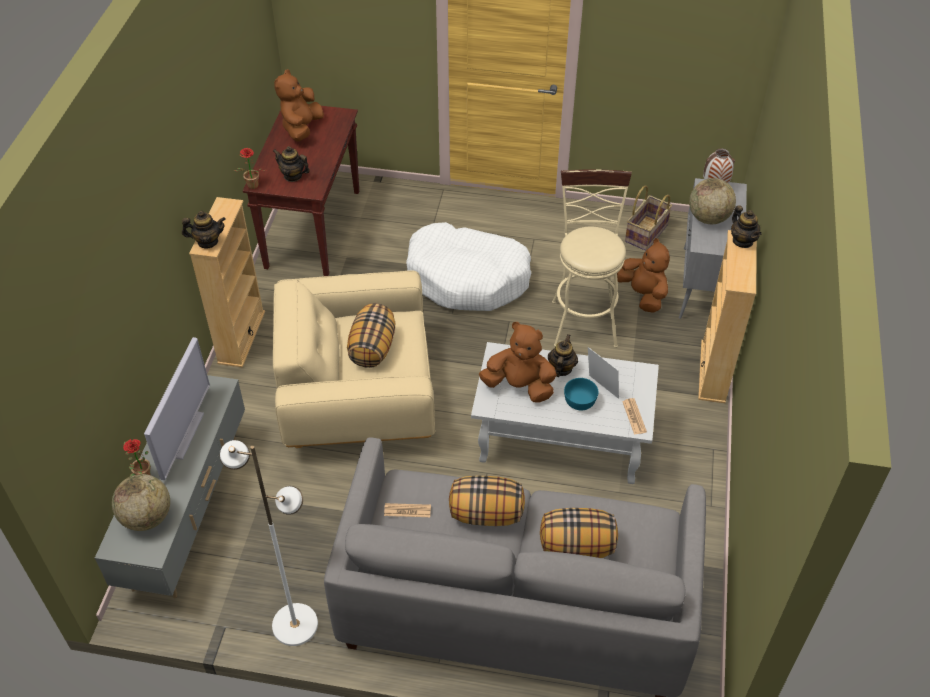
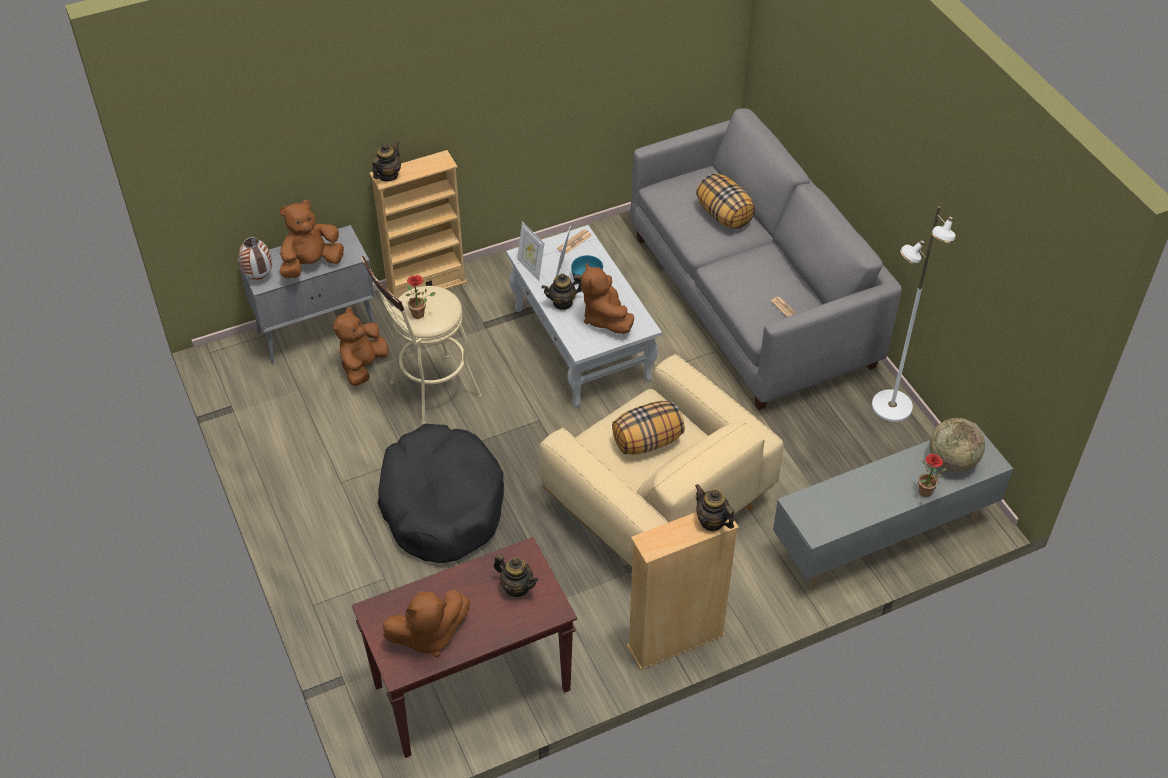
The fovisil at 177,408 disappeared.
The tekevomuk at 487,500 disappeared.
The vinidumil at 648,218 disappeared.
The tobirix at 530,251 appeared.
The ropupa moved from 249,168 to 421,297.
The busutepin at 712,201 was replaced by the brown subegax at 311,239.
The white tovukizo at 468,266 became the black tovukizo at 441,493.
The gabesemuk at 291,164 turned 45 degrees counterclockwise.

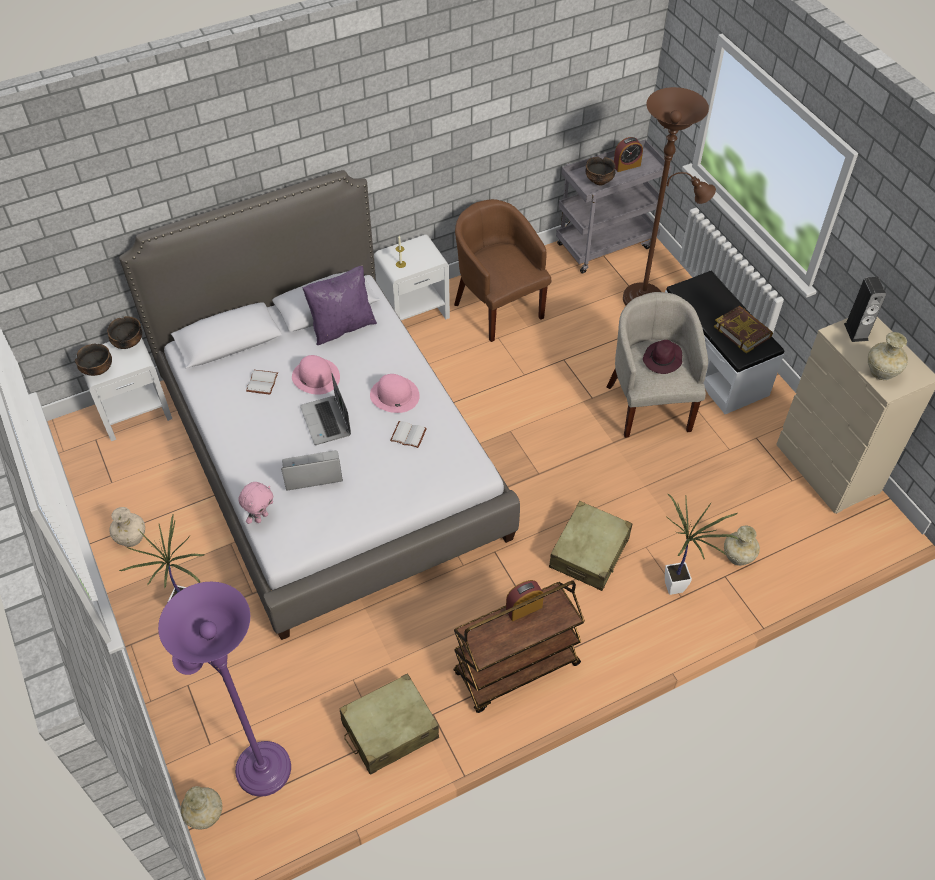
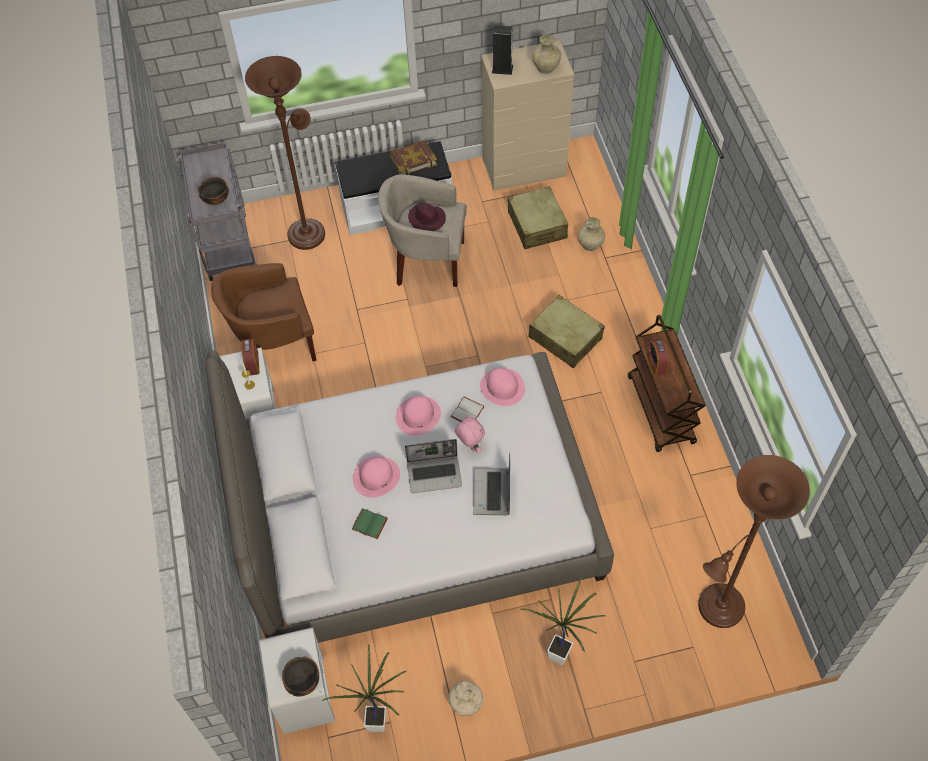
The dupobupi at 124,332 disappeared.
The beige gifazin at 201,808 disappeared.
The purple tekevomuk at 339,305 disappeared.
The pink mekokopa at 502,387 appeared.
The pink subegax moved from 255,503 to 470,434.
The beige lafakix moved from 389,724 to 538,217.
The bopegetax moved from 628,154 to 250,357.
The ropupa moved from 701,544 to 364,688.
The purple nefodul at 224,689 became the brown nefodul at 754,541.
The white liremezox at 262,382 became the green liremezox at 369,523.

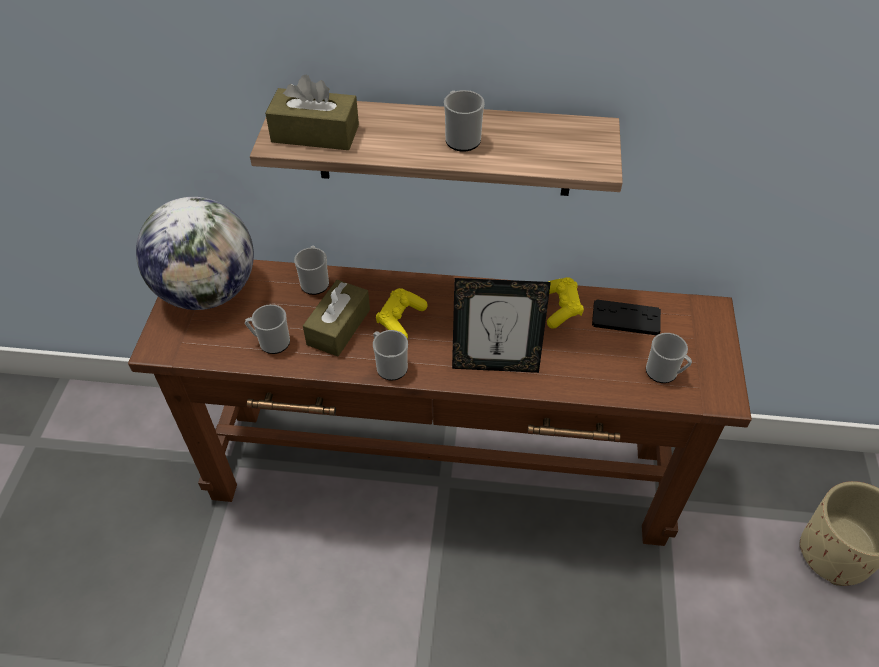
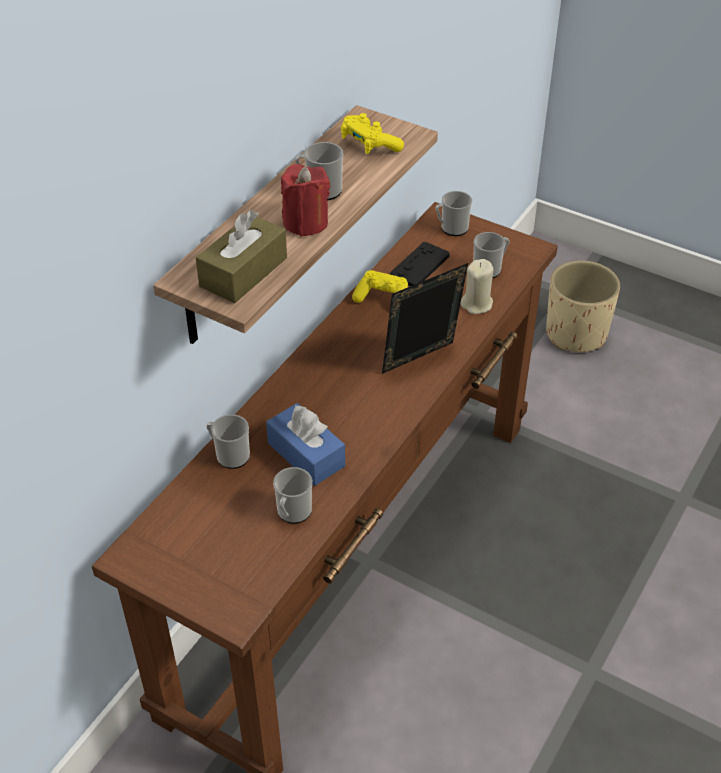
The busutepin at 195,253 disappeared.
The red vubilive at 305,200 appeared.
The beige vubilive at 476,286 appeared.
The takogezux moved from 390,355 to 454,213.
The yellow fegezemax moved from 402,313 to 372,133.
The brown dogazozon at 336,318 became the blue dogazozon at 305,444.
The tobirix at 501,325 turned 150 degrees counterclockwise.

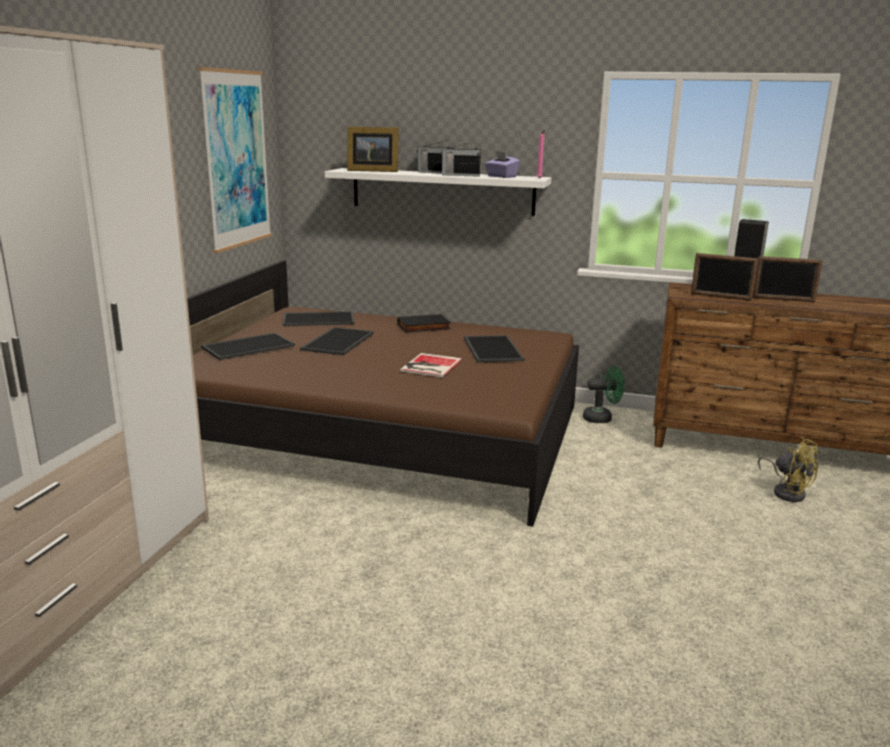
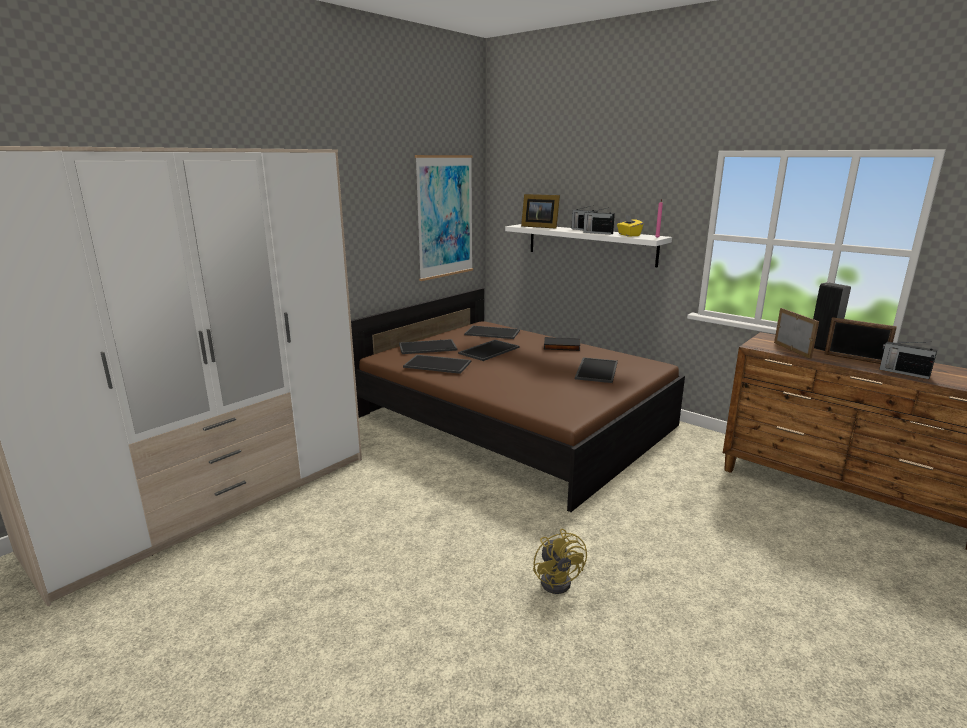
The liremezox at 431,365 disappeared.
The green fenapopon at 603,394 disappeared.
The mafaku at 437,364 appeared.
The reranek at 908,360 appeared.
The yellow fenapopon moved from 789,469 to 560,561.
The purple dogazozon at 502,164 became the yellow dogazozon at 630,225.
The tobirix at 725,277 turned 150 degrees counterclockwise.

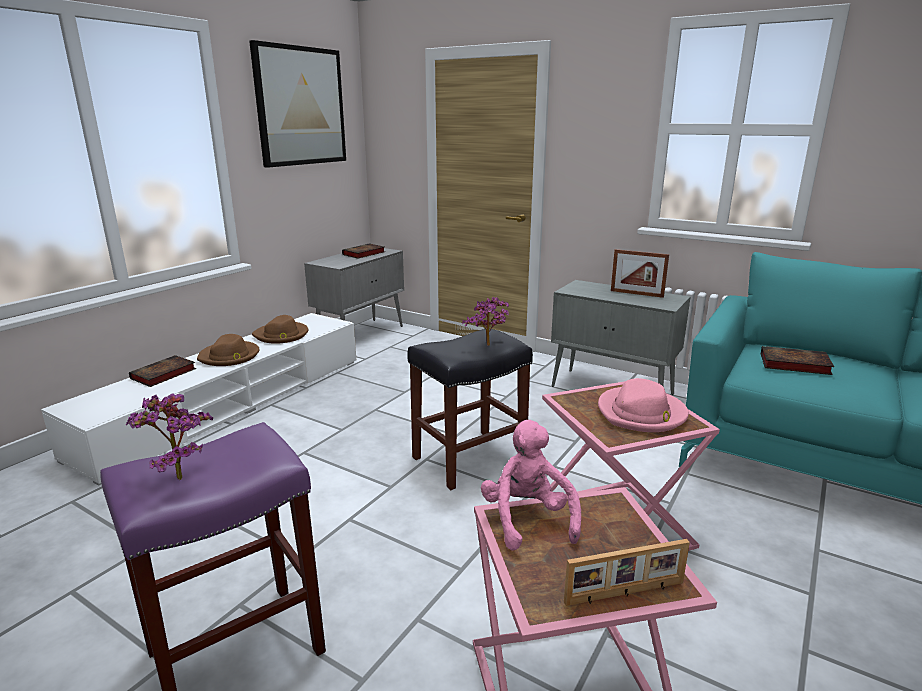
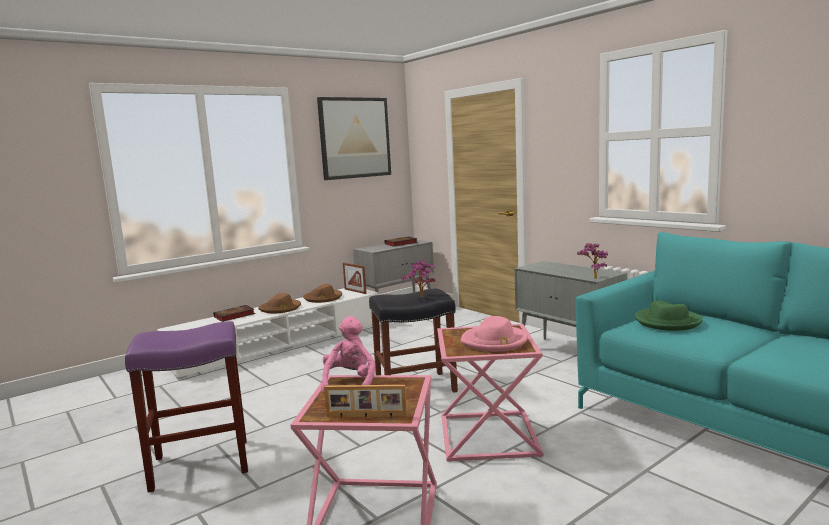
The ropupa moved from 169,436 to 592,261.
The tobirix moved from 640,273 to 355,278.
The liremezox at 797,360 was replaced by the green mekokopa at 669,315.

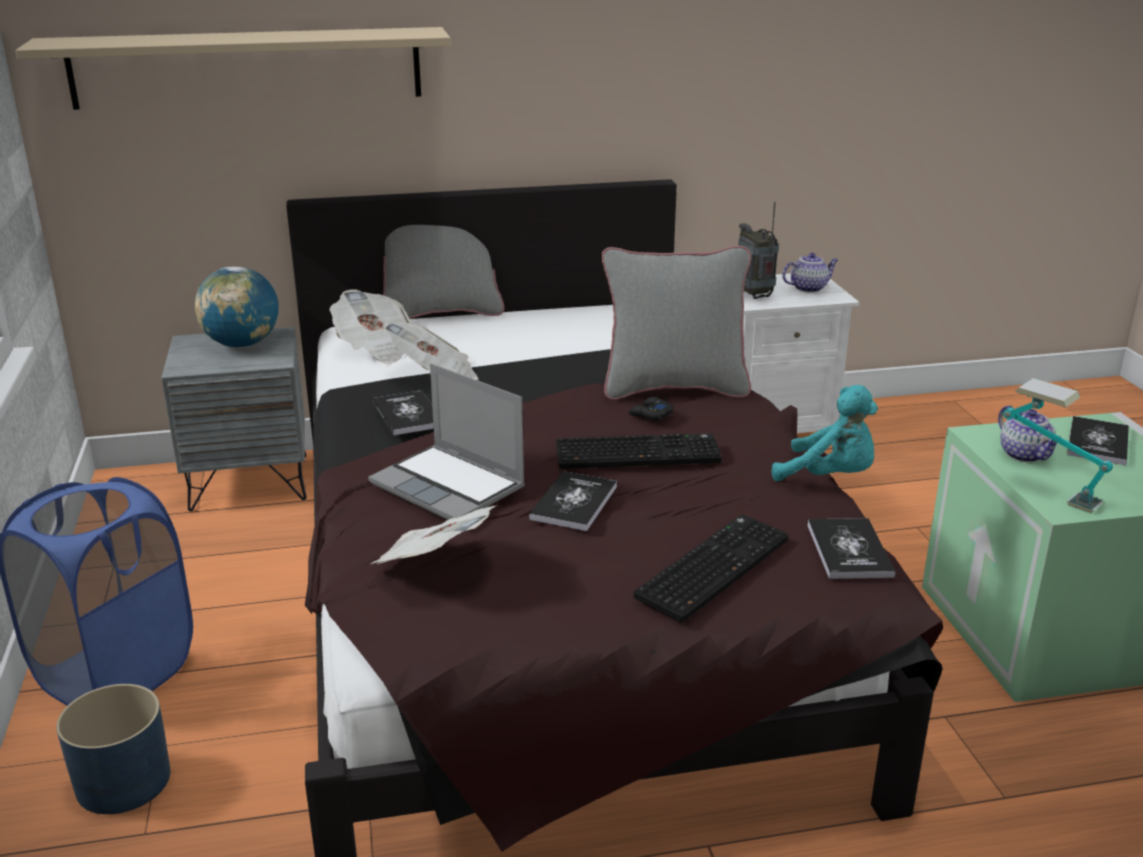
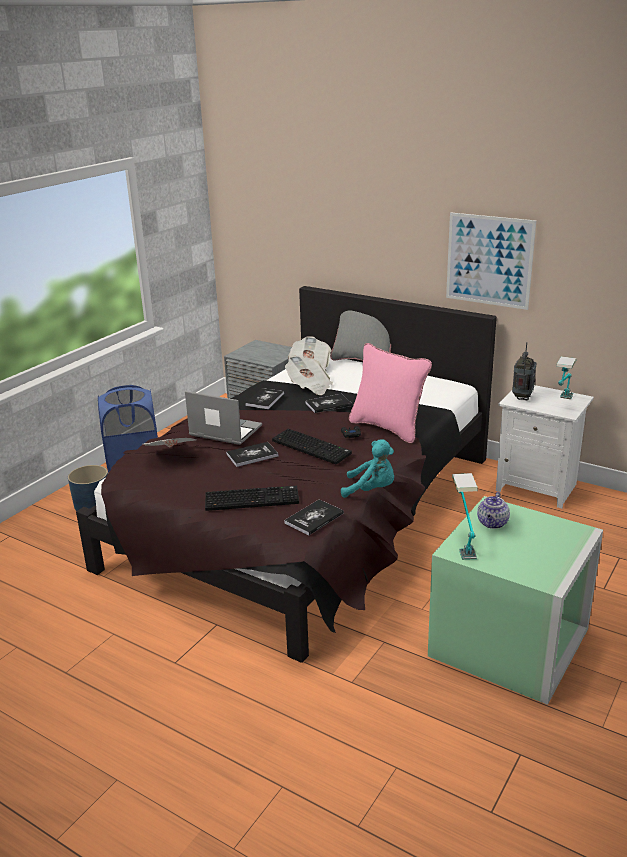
The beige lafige at 233,68 disappeared.
The busutepin at 237,307 disappeared.
The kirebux at 491,261 appeared.
The liremezox moved from 1098,441 to 329,403.
The gabesemuk at 810,273 was replaced by the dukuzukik at 566,377.
The grey tekevomuk at 676,323 became the pink tekevomuk at 390,393.
The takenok at 446,442 turned 120 degrees clockwise.
The turquoise subegax at 824,433 turned 60 degrees counterclockwise.

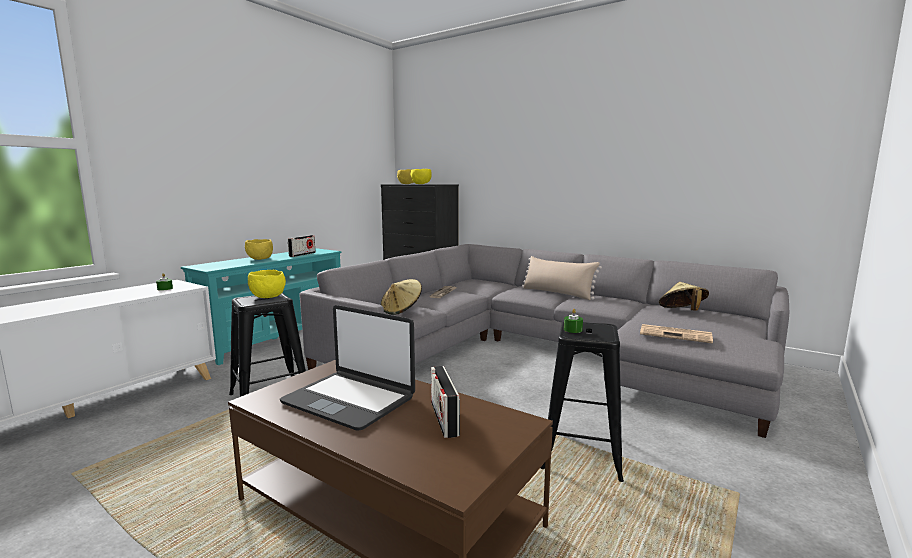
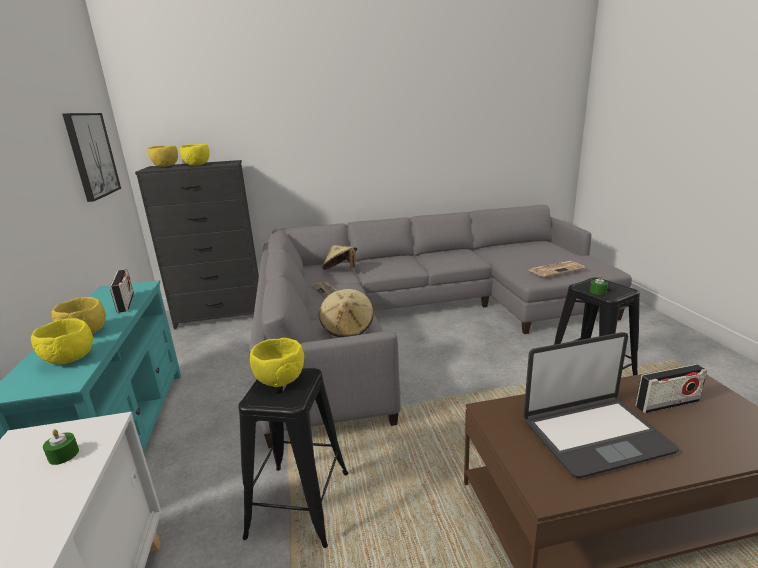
The beige tekevomuk at 562,278 disappeared.
The yellow dupobupi at 62,341 appeared.
The kirebux at 91,157 appeared.
The beige mekokopa moved from 684,296 to 339,257.
The reranek at 445,402 turned 45 degrees counterclockwise.

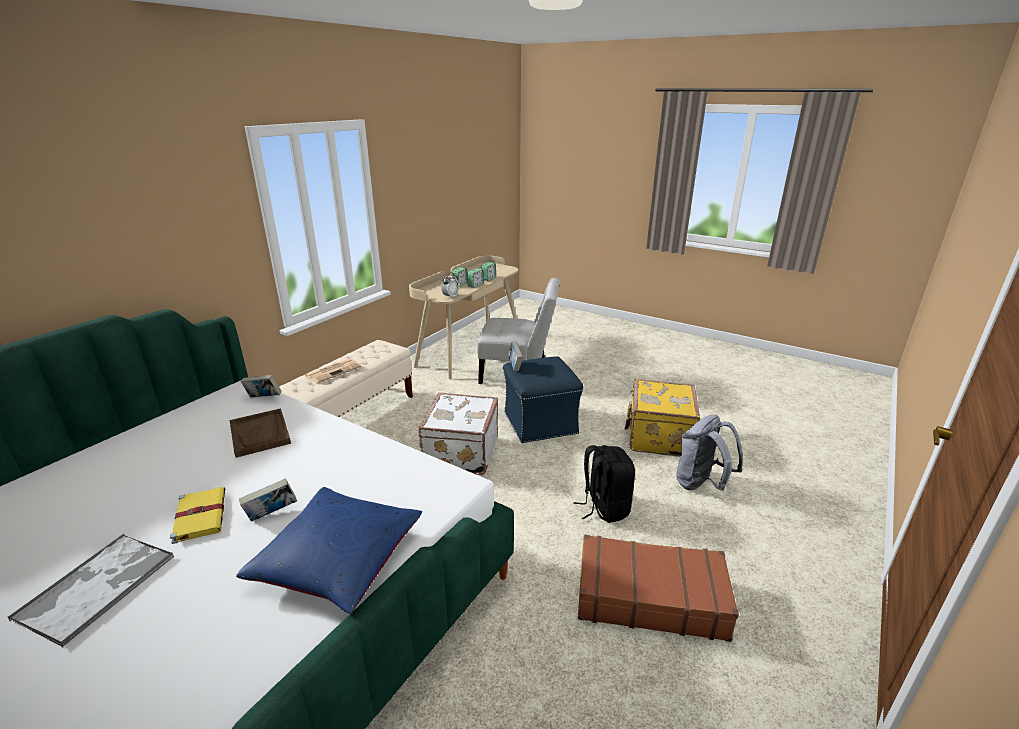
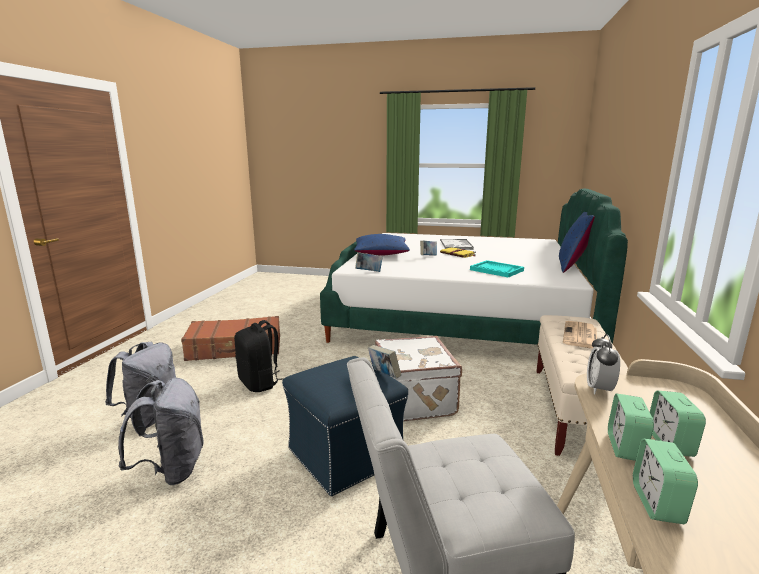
The blue tekevomuk at 577,242 appeared.
The liremezox moved from 261,386 to 369,262.
The yellow lafakix at 662,418 was replaced by the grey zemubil at 161,431.
The brown mafaku at 260,433 became the turquoise mafaku at 497,269.

